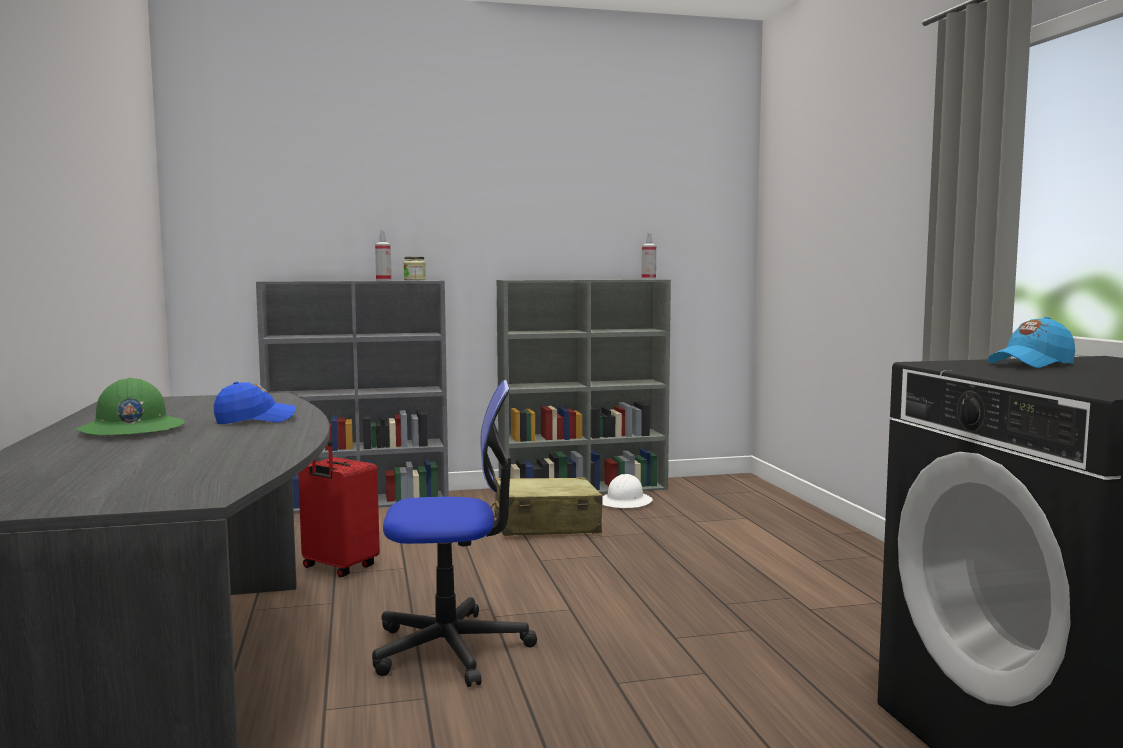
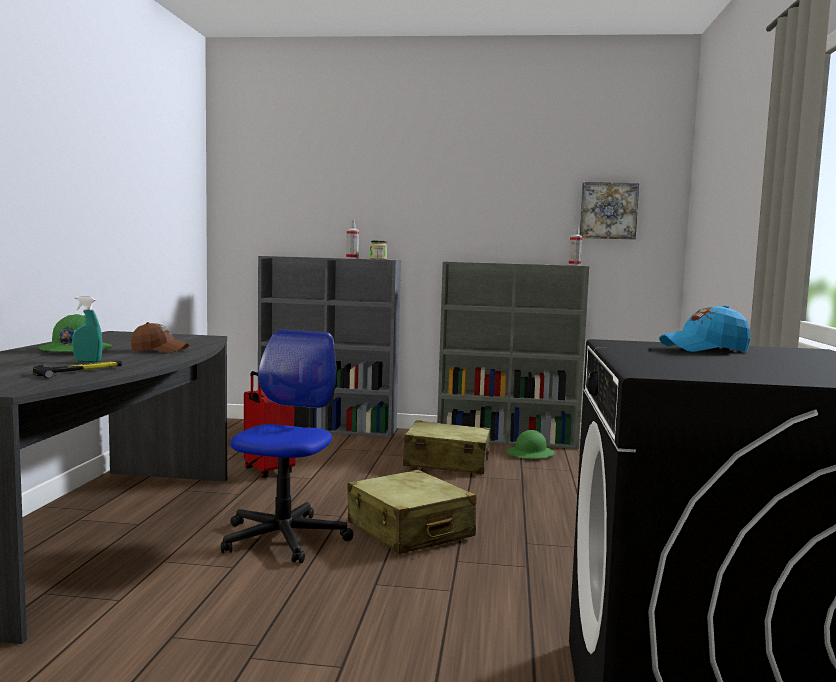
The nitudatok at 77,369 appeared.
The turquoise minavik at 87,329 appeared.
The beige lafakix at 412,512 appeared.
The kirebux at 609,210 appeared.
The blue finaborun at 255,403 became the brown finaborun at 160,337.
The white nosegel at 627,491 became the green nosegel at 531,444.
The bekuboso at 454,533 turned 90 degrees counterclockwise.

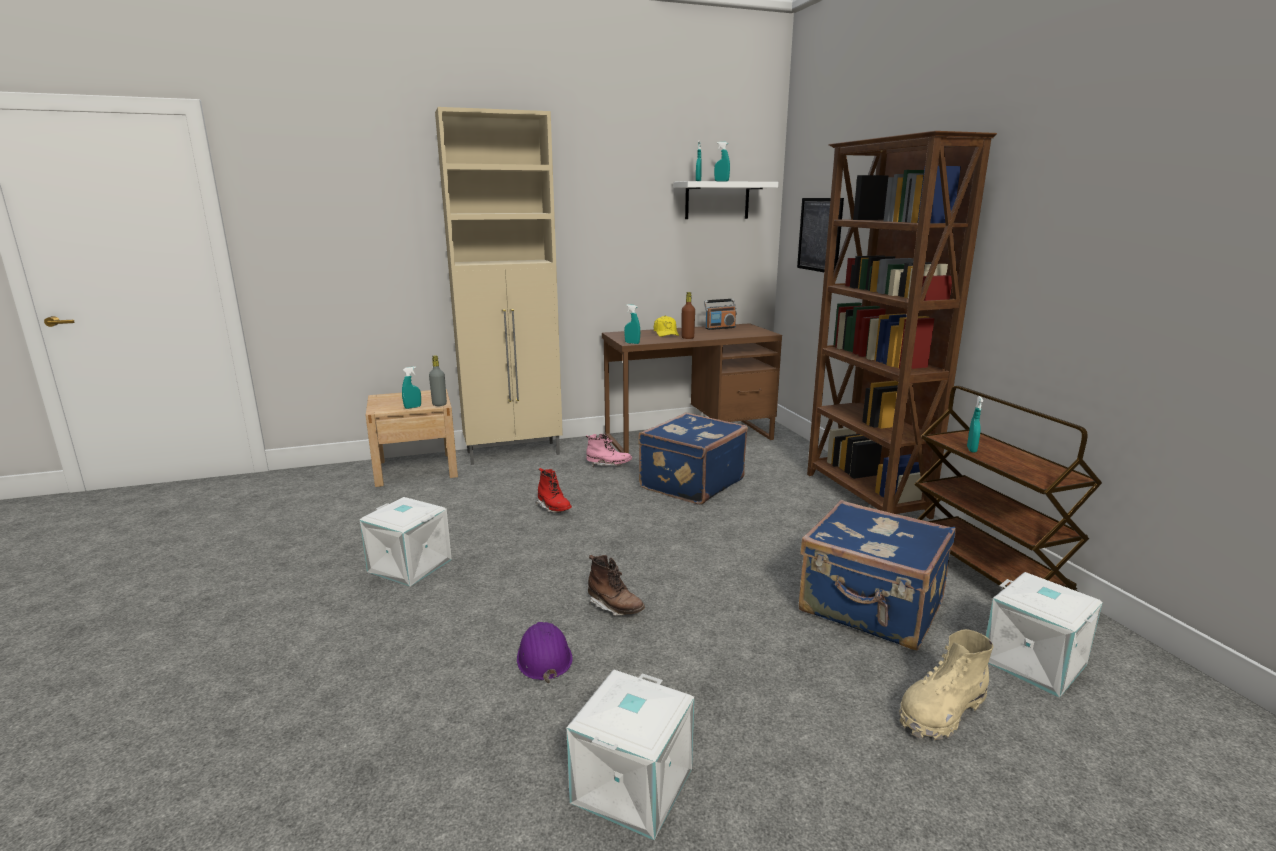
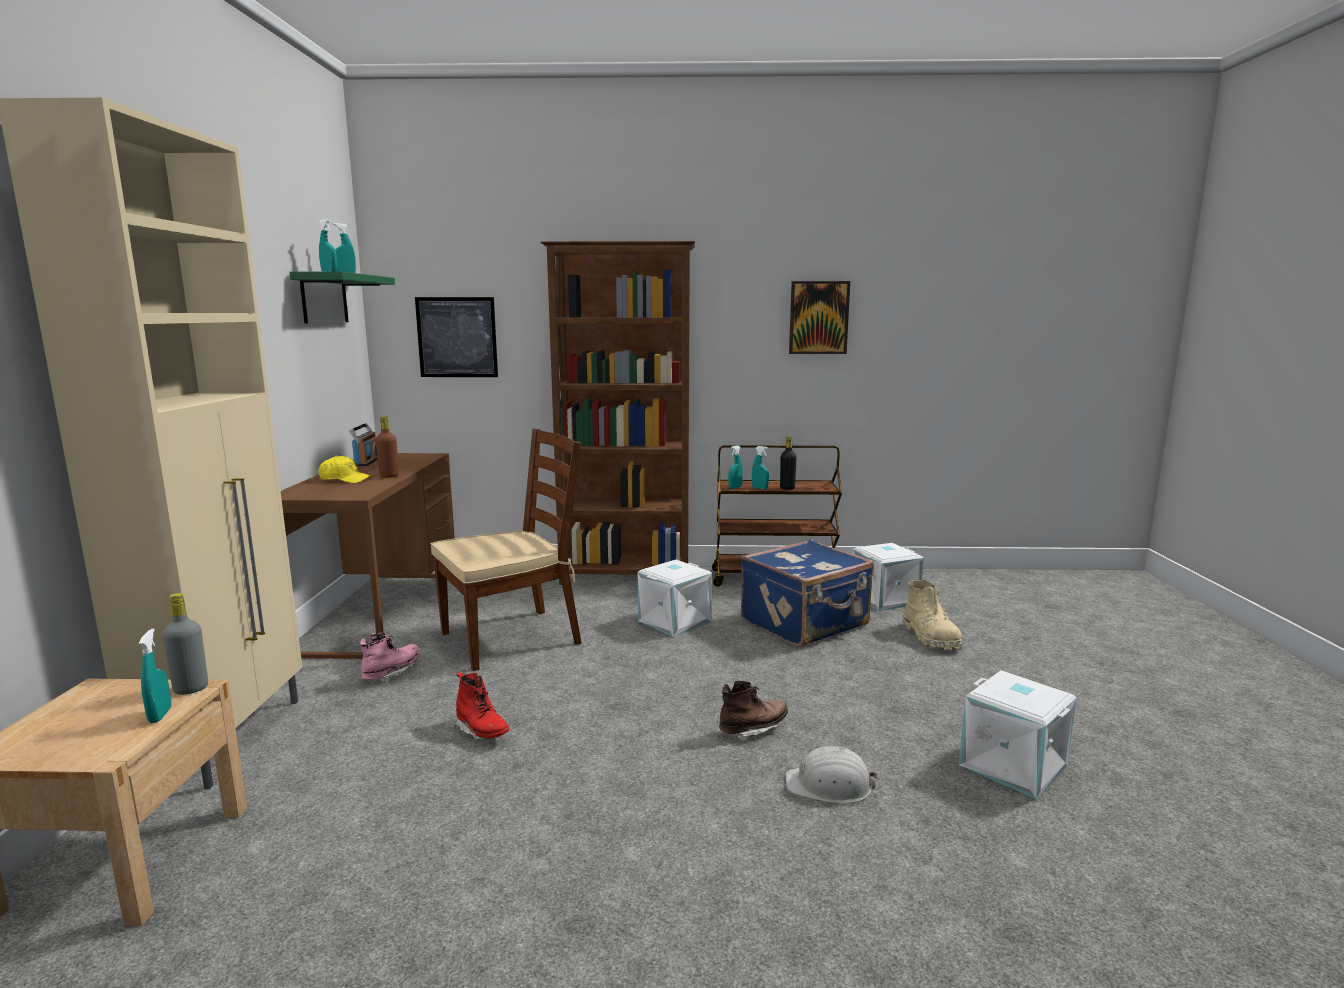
The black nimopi at 788,463 appeared.
The kirebux at 819,317 appeared.
The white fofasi moved from 406,542 to 675,598.
The turquoise minavik moved from 632,324 to 735,467.
The blue lafakix at 693,458 was replaced by the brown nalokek at 506,550.
The purple nosegel at 545,652 became the white nosegel at 831,774.
The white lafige at 726,200 became the green lafige at 342,297.
The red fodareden at 554,490 turned 60 degrees clockwise.

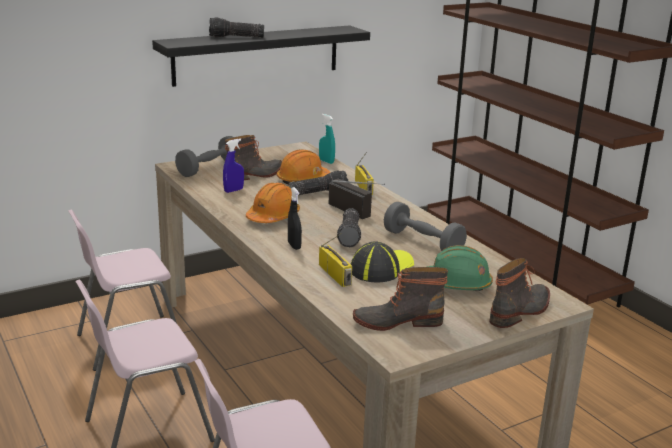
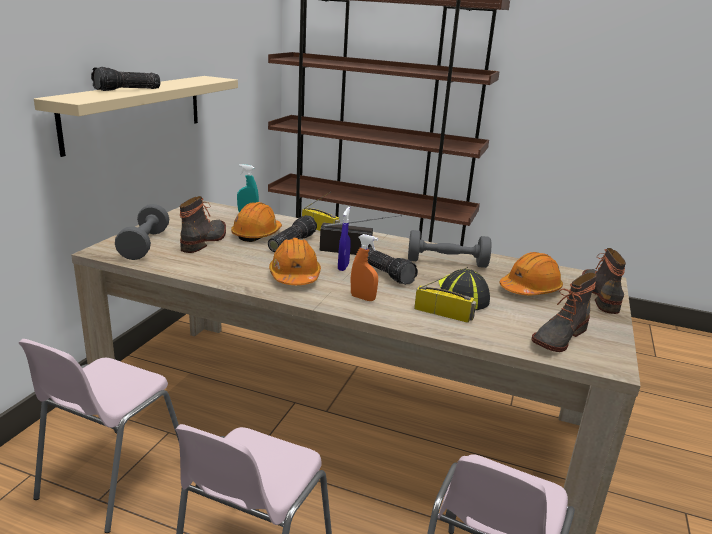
The blue minavik moved from 233,166 to 344,239.
The black lafige at 261,56 became the beige lafige at 136,116.
The black minavik at 295,218 became the orange minavik at 364,267.
The green nosegel at 460,267 became the orange nosegel at 531,273.

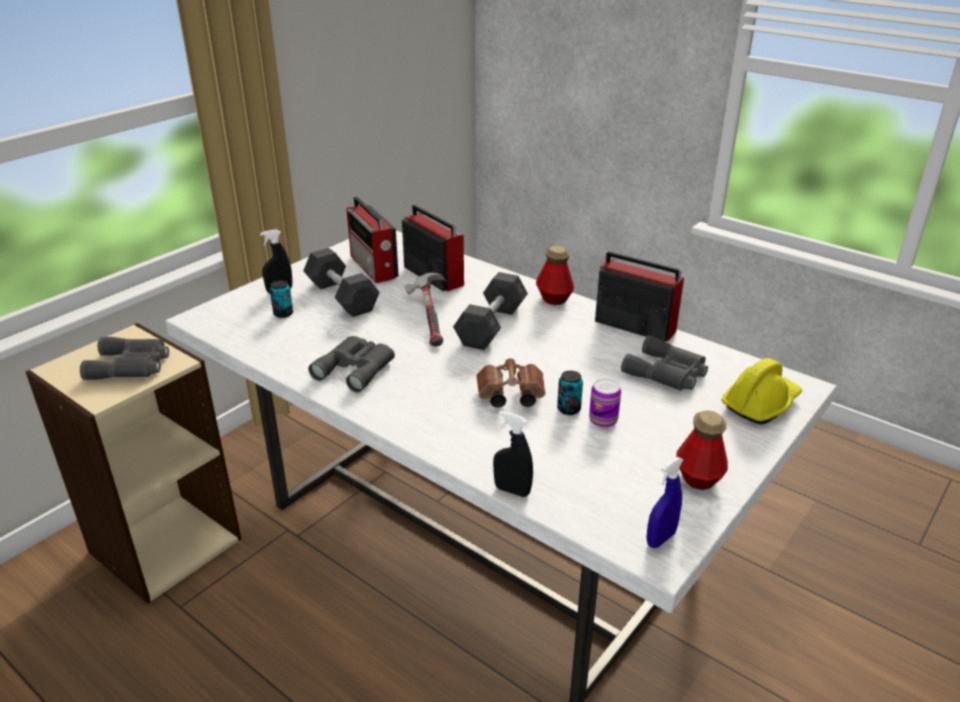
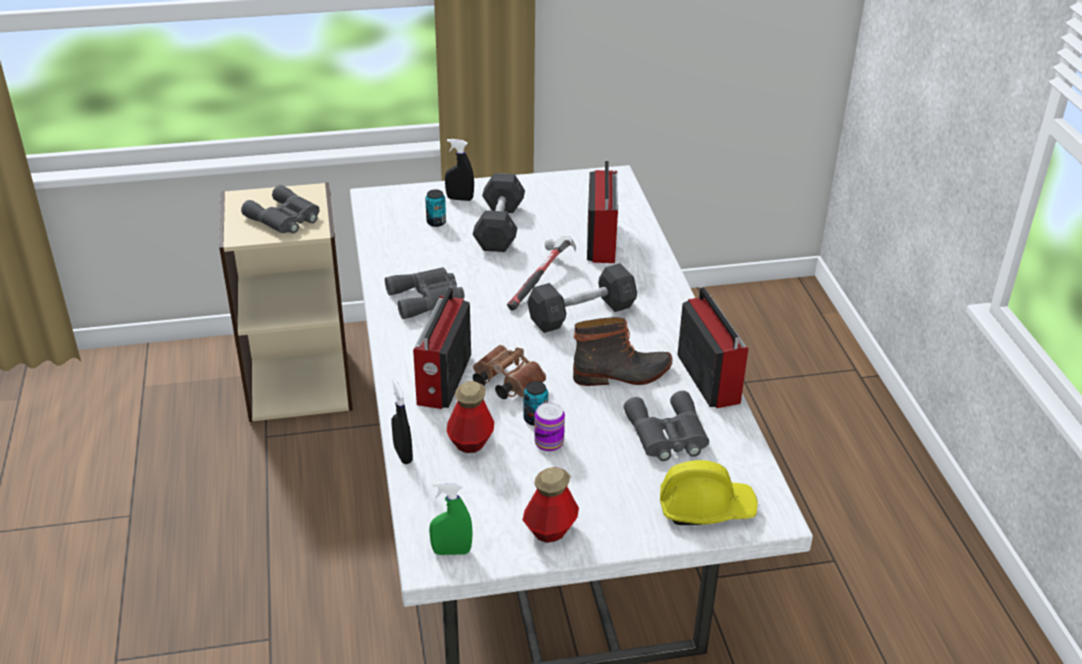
The fodareden at 622,351 appeared.
The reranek moved from 372,240 to 442,348.
The nimopi moved from 555,275 to 470,417.
The blue minavik at 664,502 became the green minavik at 451,518.

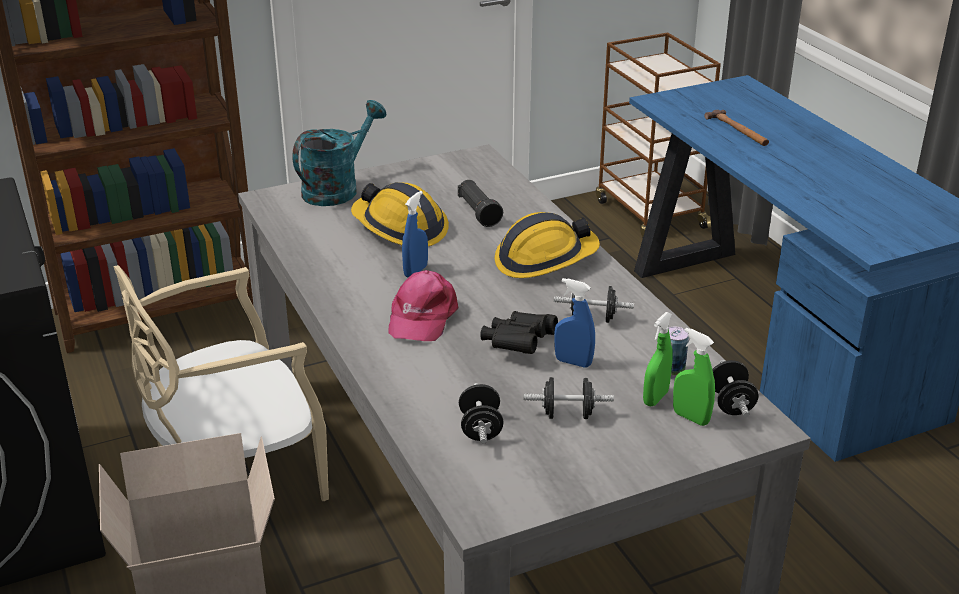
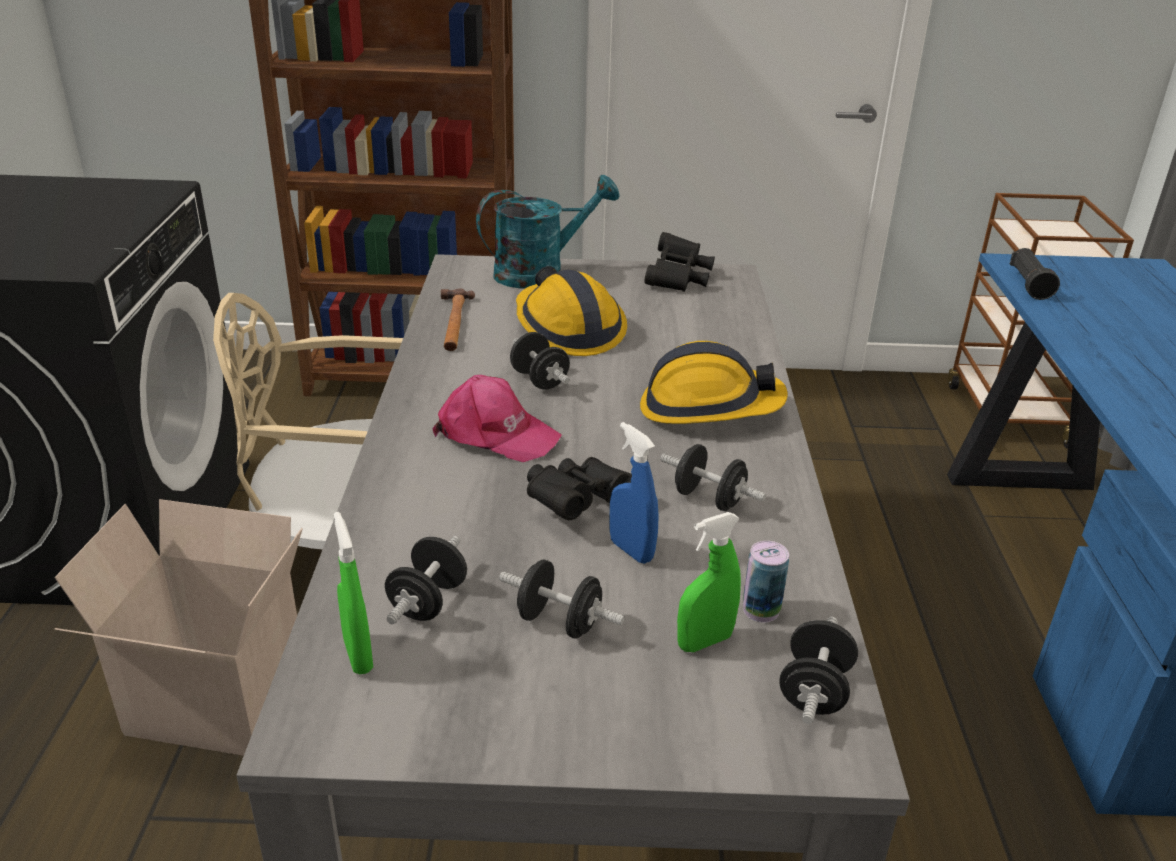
The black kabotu at 679,262 appeared.
The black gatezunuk moved from 480,203 to 1035,274.
The green minavik moved from 694,377 to 353,593.
The nitudatok moved from 736,128 to 458,319.
The blue minavik at 415,234 was replaced by the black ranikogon at 540,361.
The pink finaborun at 423,305 turned 105 degrees counterclockwise.

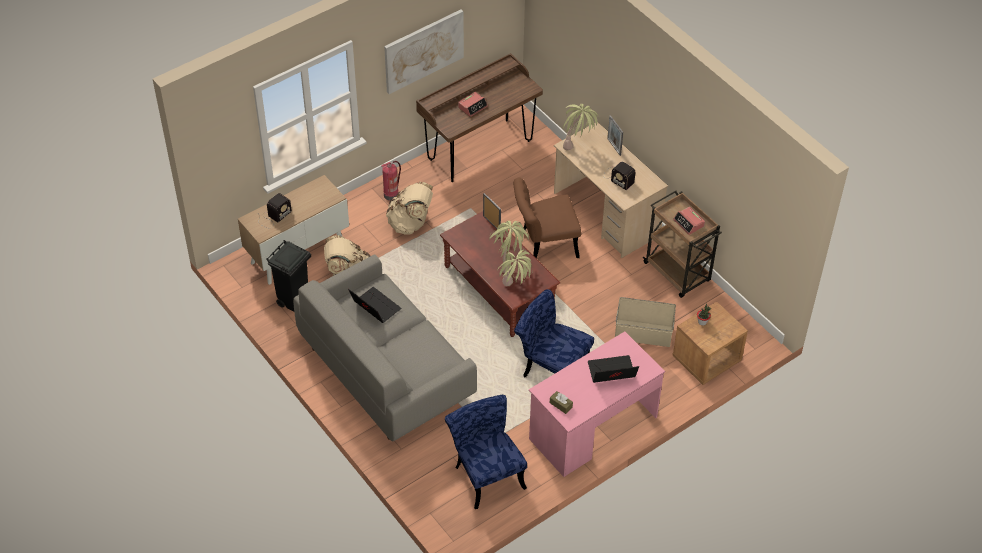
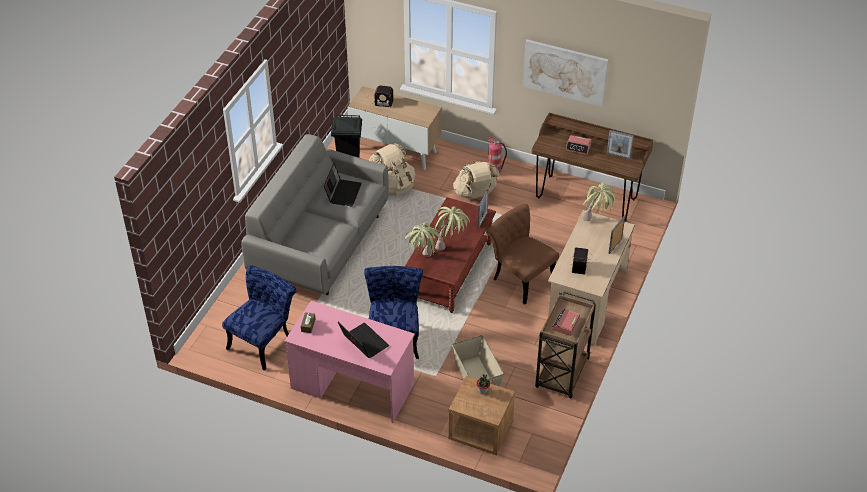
The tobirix at 620,144 appeared.

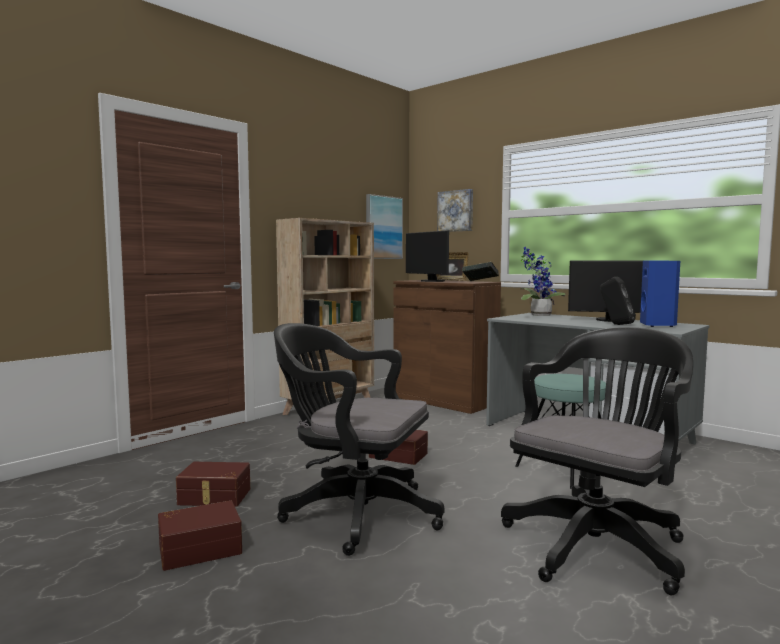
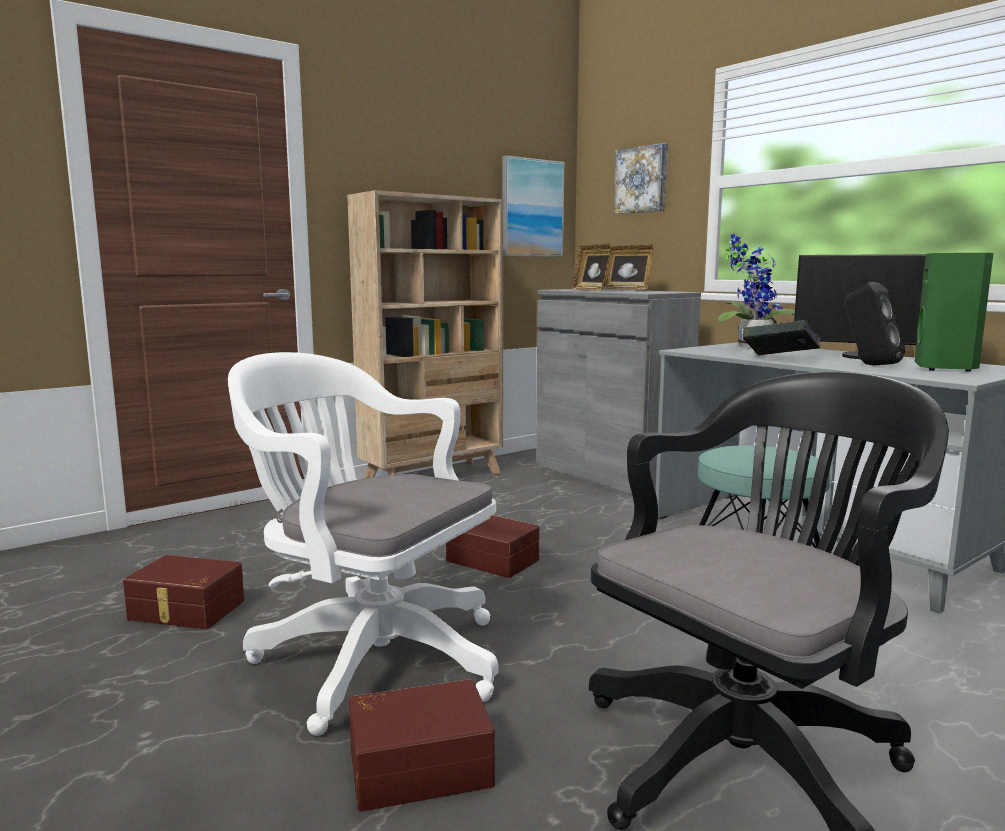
The brown fofasi moved from 200,536 to 422,745.
The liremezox moved from 480,271 to 781,338.
The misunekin at 427,256 was replaced by the tobirix at 591,267.
The black bekuboso at 359,439 became the white bekuboso at 363,544.
The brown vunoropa at 447,347 became the grey vunoropa at 618,391.
The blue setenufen at 660,294 became the green setenufen at 953,312.

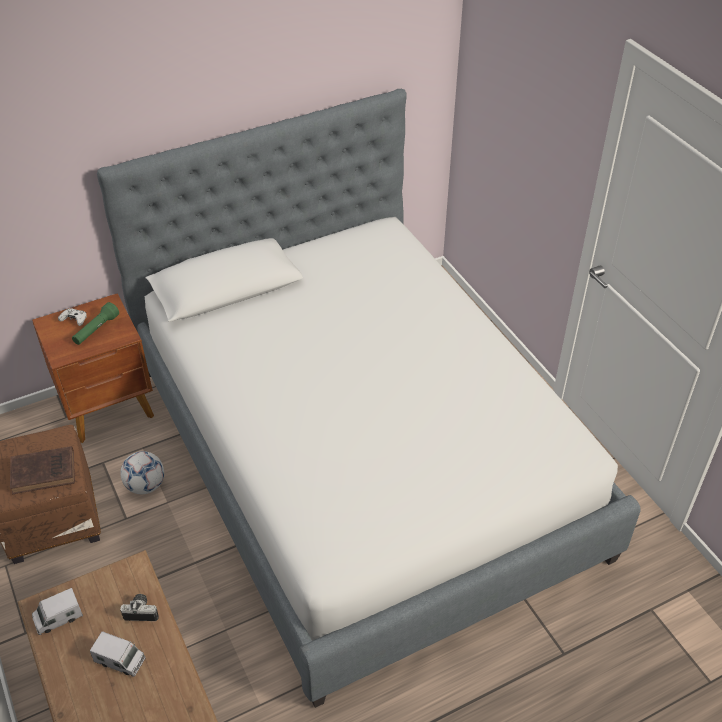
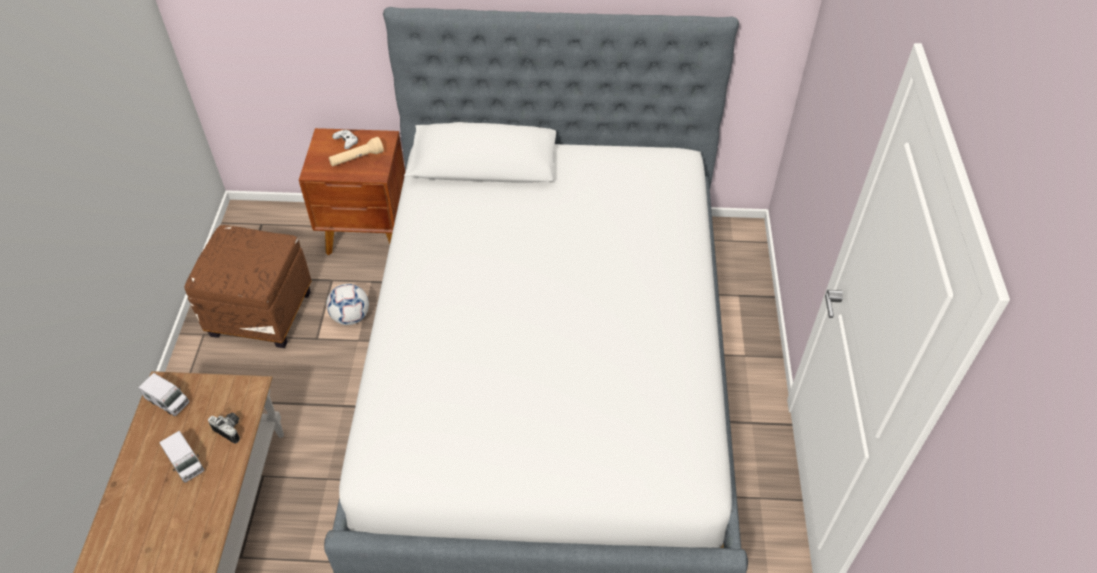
The brown liremezox at 42,470 disappeared.
The green gatezunuk at 95,323 became the beige gatezunuk at 356,151.
The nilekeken at 57,611 turned 150 degrees counterclockwise.

